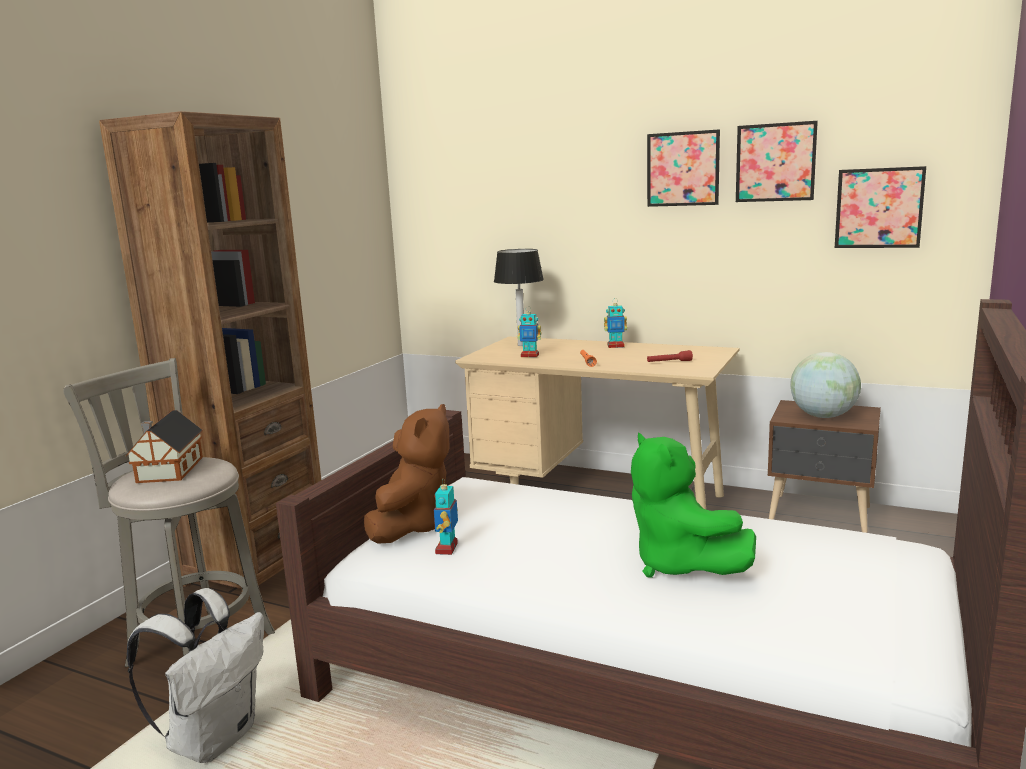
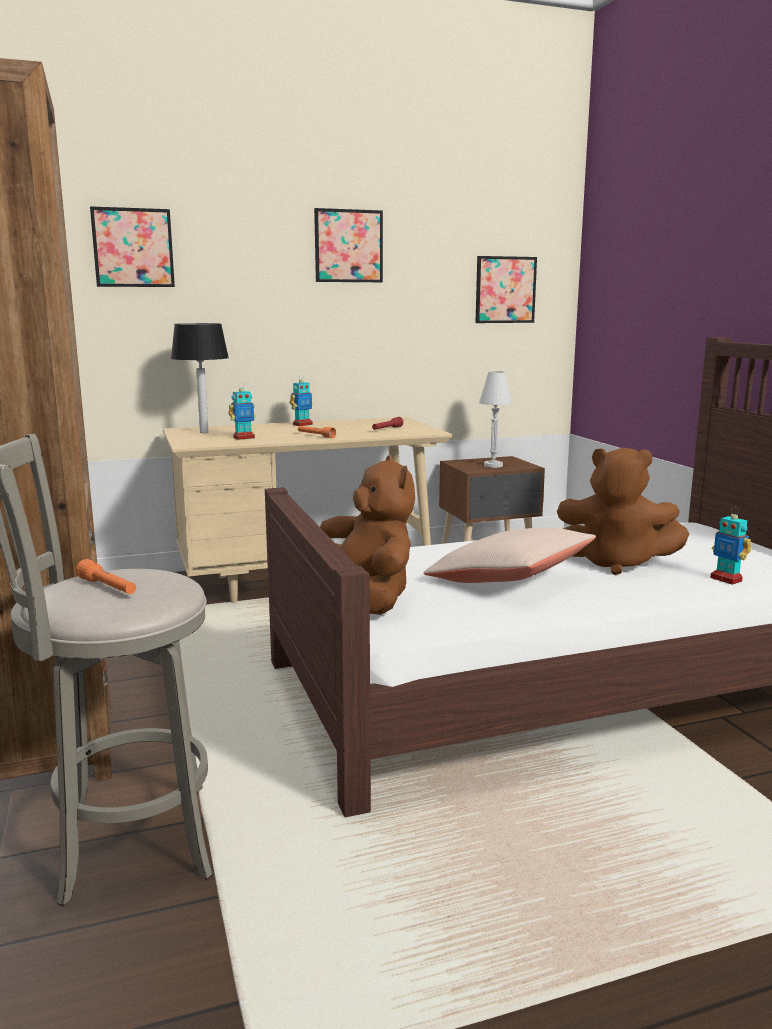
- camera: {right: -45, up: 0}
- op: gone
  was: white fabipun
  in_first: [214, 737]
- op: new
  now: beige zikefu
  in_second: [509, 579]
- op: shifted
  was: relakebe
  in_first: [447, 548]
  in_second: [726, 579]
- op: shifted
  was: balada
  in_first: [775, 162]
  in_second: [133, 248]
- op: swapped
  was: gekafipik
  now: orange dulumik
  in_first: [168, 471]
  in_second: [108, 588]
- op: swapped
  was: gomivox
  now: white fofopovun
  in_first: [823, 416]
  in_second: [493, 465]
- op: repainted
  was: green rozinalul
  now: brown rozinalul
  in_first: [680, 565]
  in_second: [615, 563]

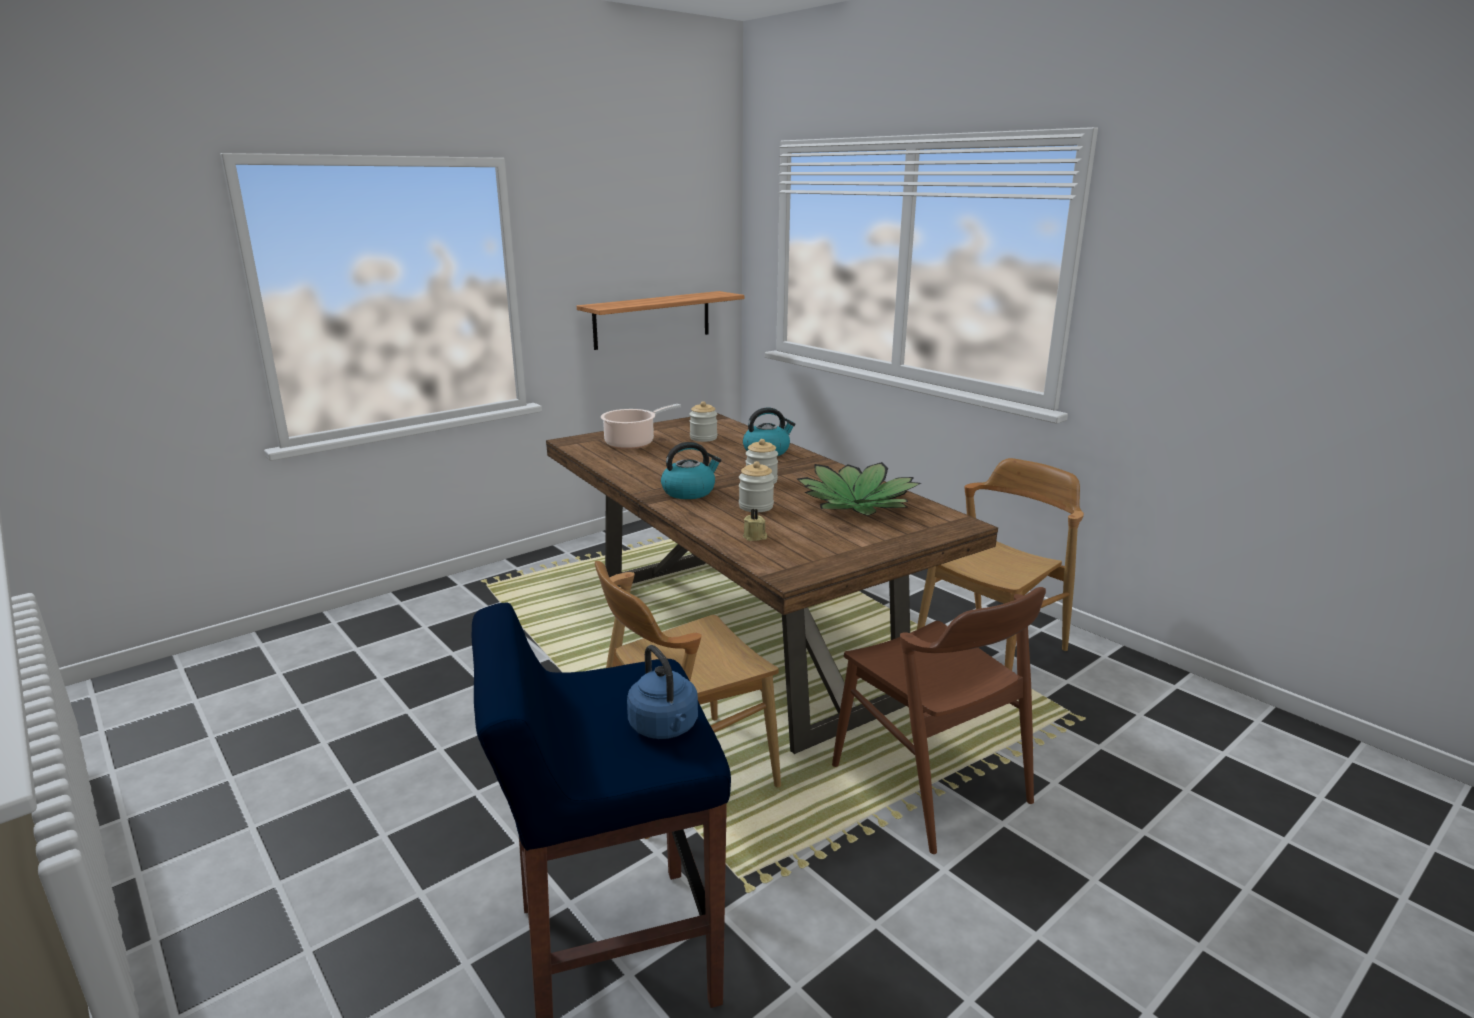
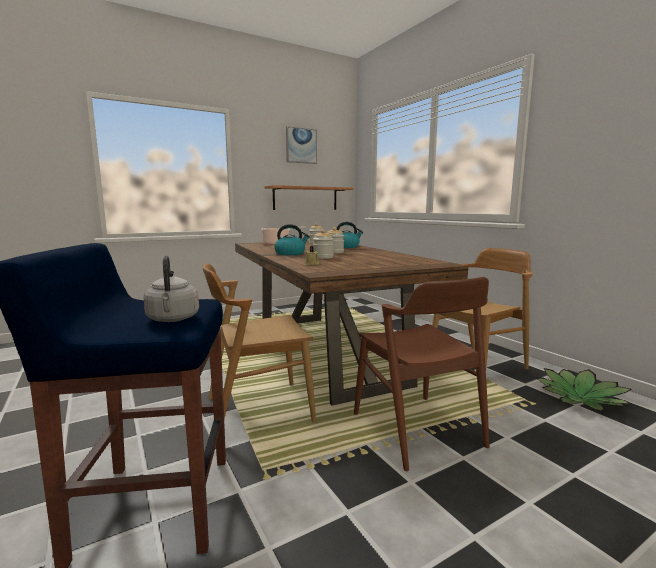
- camera: {right: 10, up: -10}
- op: new
  now: balada
  in_second: [301, 145]
- op: shifted
  was: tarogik
  in_first: [857, 503]
  in_second: [580, 398]
- op: repainted
  was: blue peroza
  now: grey peroza
  in_first: [665, 728]
  in_second: [173, 319]

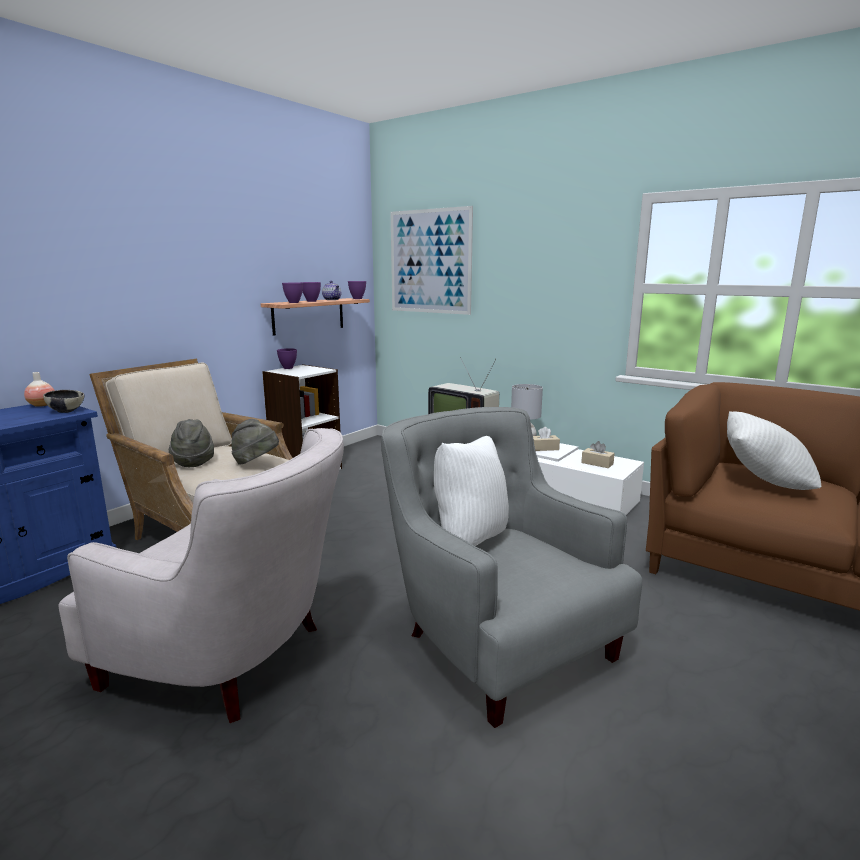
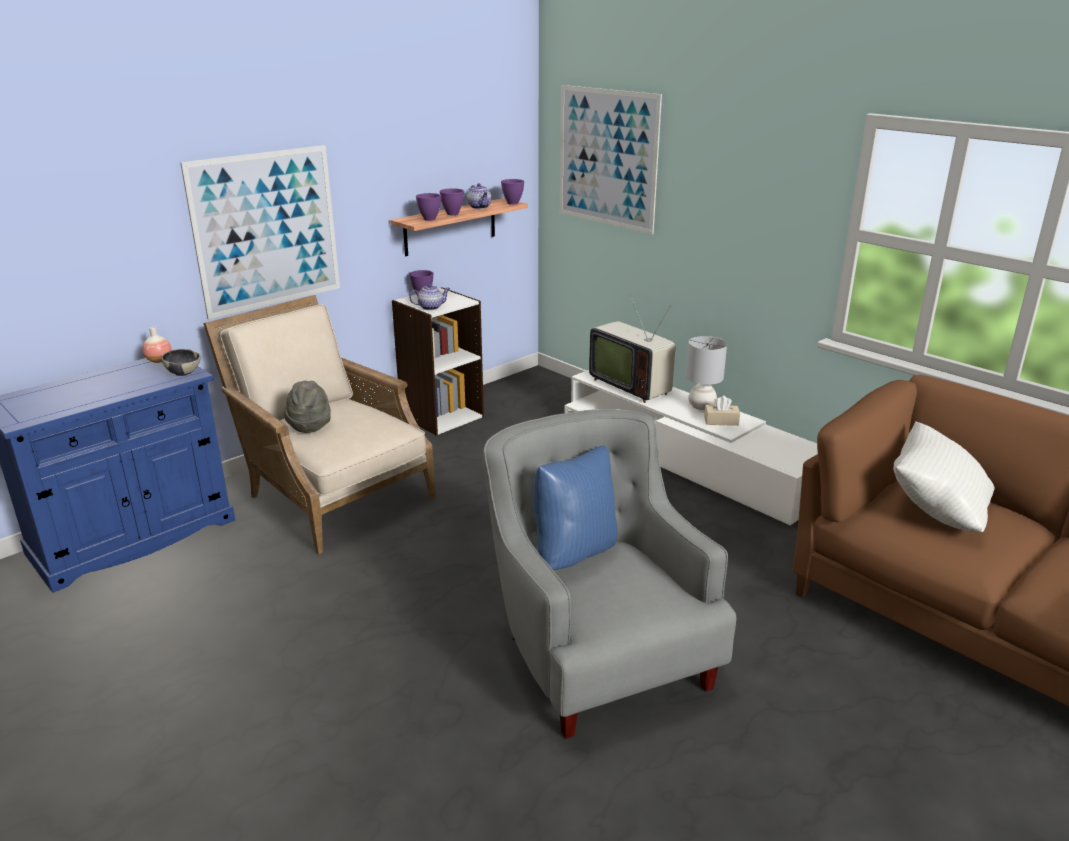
- camera: {right: 10, up: 10}
- op: gone
  was: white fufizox
  in_first: [231, 657]
- op: gone
  was: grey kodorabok
  in_first: [256, 462]
- op: gone
  was: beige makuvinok
  in_first: [597, 463]
- op: new
  now: balada
  in_second: [266, 230]
- op: new
  now: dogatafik
  in_second: [431, 307]
- op: repainted
  was: white zikefu
  now: blue zikefu
  in_first: [469, 539]
  in_second: [573, 553]

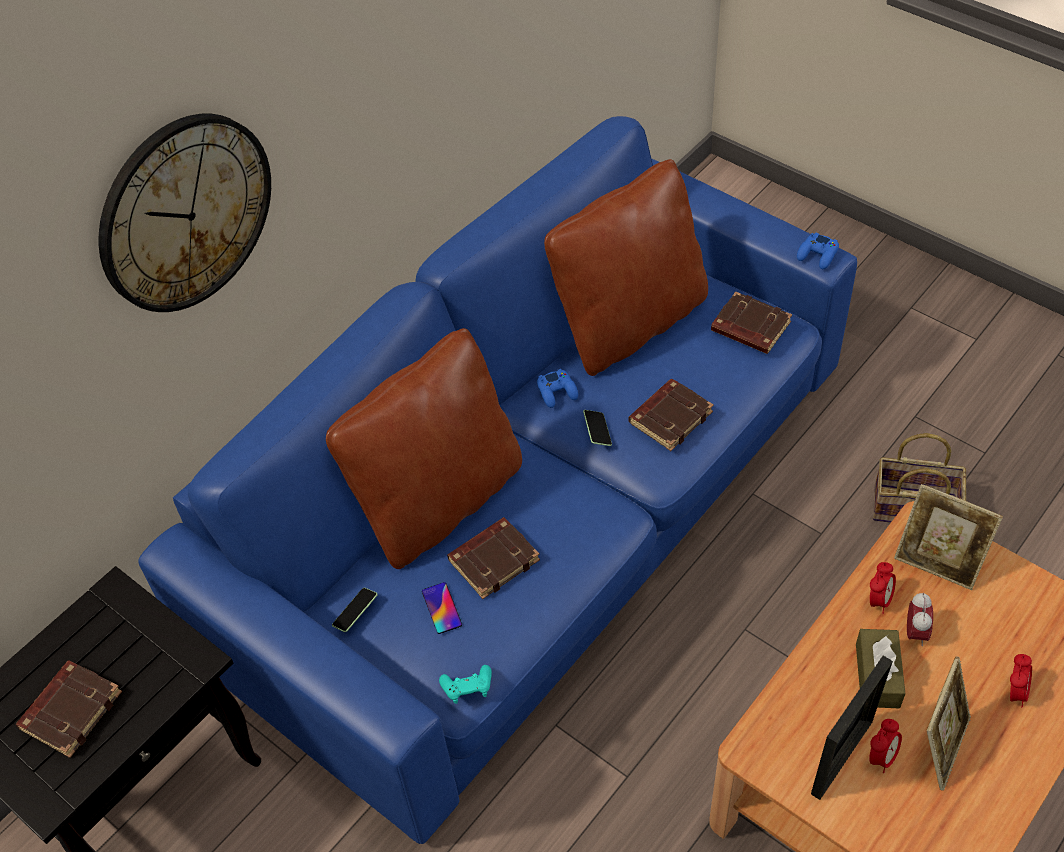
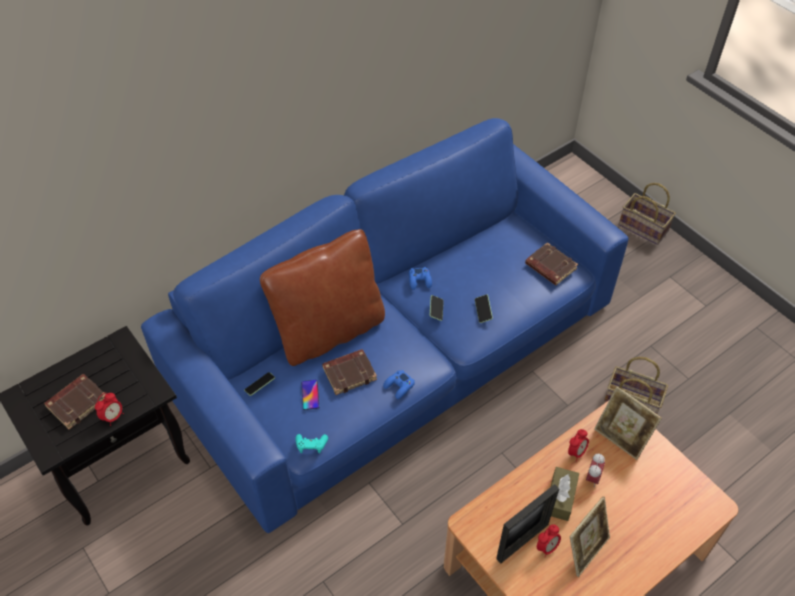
- camera: {right: 10, up: 0}
- op: gone
  was: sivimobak
  in_first: [185, 213]
- op: gone
  was: brown zikefu
  in_first: [629, 323]
- op: new
  now: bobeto
  in_second: [644, 228]
- op: shifted
  was: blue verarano
  in_first: [817, 255]
  in_second: [399, 386]
- op: shifted
  was: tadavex
  in_first: [1014, 692]
  in_second: [113, 417]
- op: swapped
  was: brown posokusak
  now: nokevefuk
  in_first: [670, 417]
  in_second: [483, 311]

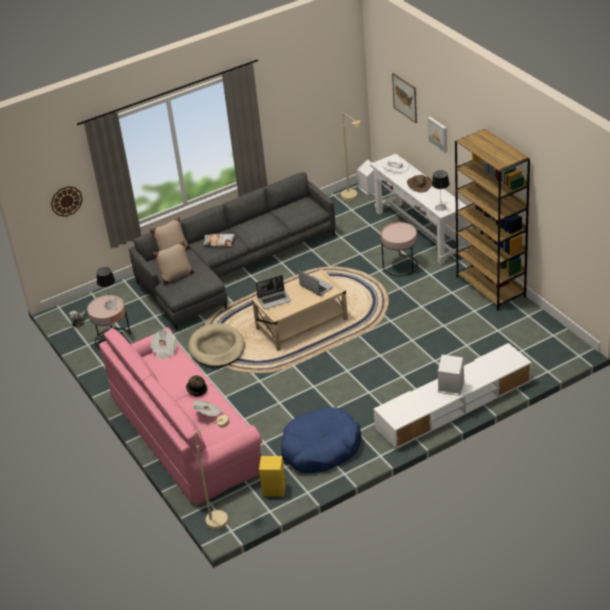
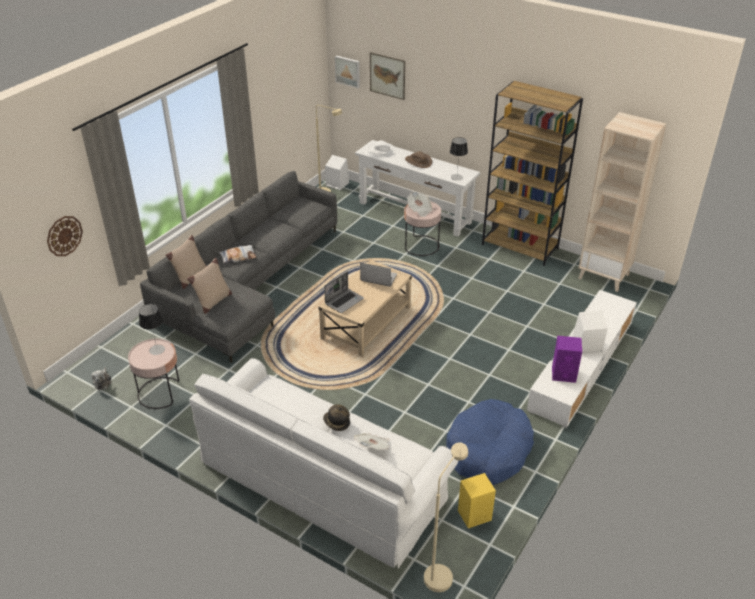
- camera: {right: -30, up: 0}
- op: gone
  was: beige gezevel
  in_first: [217, 348]
- op: new
  now: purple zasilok
  in_second: [564, 374]
- op: new
  now: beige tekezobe
  in_second: [604, 276]
- op: shifted
  was: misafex
  in_first: [164, 350]
  in_second: [419, 210]
- op: shifted
  was: balada
  in_first: [438, 134]
  in_second: [348, 71]
- op: repainted
  was: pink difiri
  now: white difiri
  in_first: [185, 432]
  in_second: [322, 478]

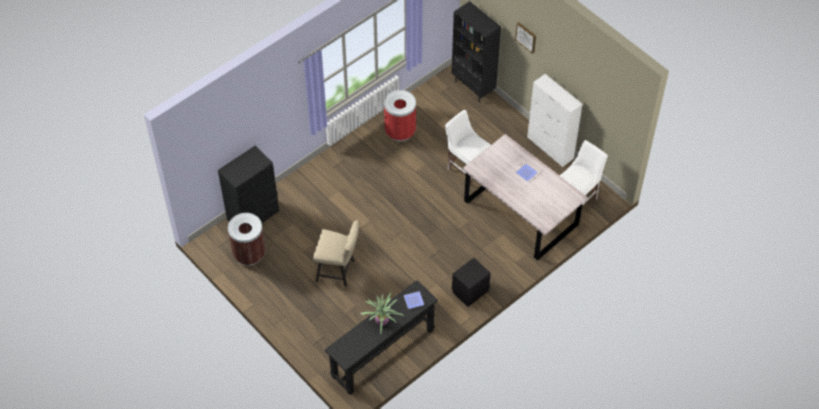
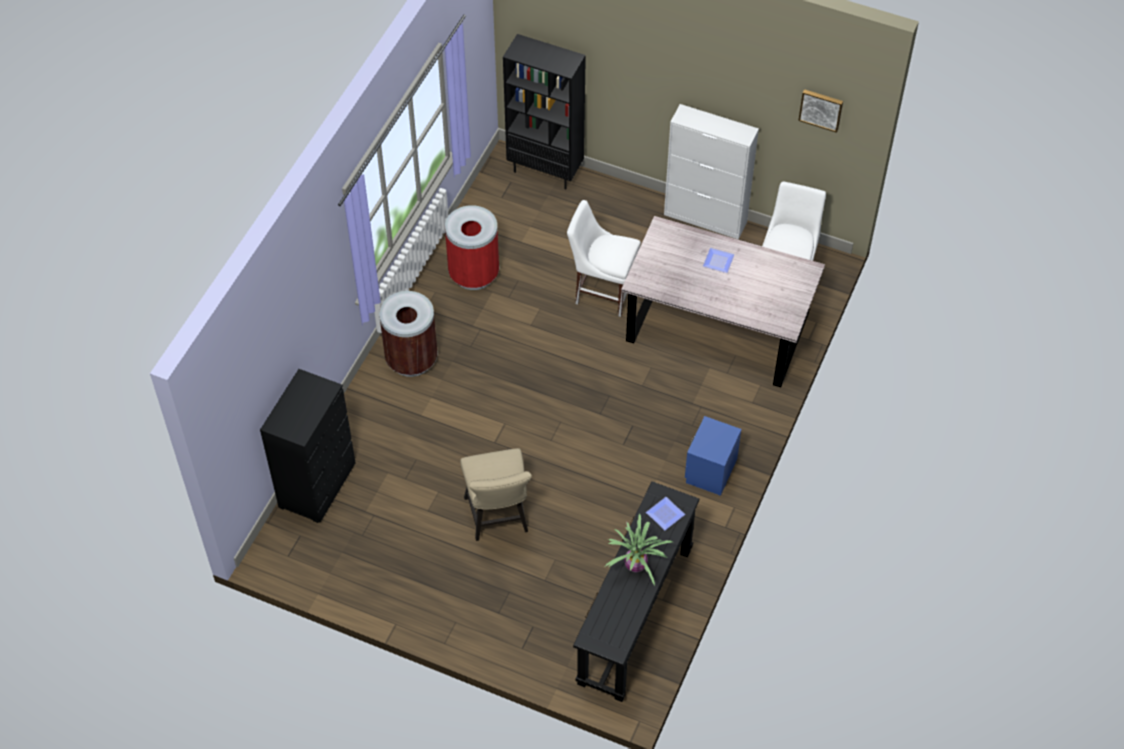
- camera: {right: -25, up: 0}
- op: shifted
  was: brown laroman
  in_first: [249, 254]
  in_second: [411, 359]
- op: shifted
  was: balada
  in_first: [526, 37]
  in_second: [821, 109]
- op: repainted
  was: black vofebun
  now: blue vofebun
  in_first: [469, 290]
  in_second: [709, 470]
- op: rotated
  was: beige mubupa
  in_first: [338, 271]
  in_second: [498, 519]
  clockwise: 90

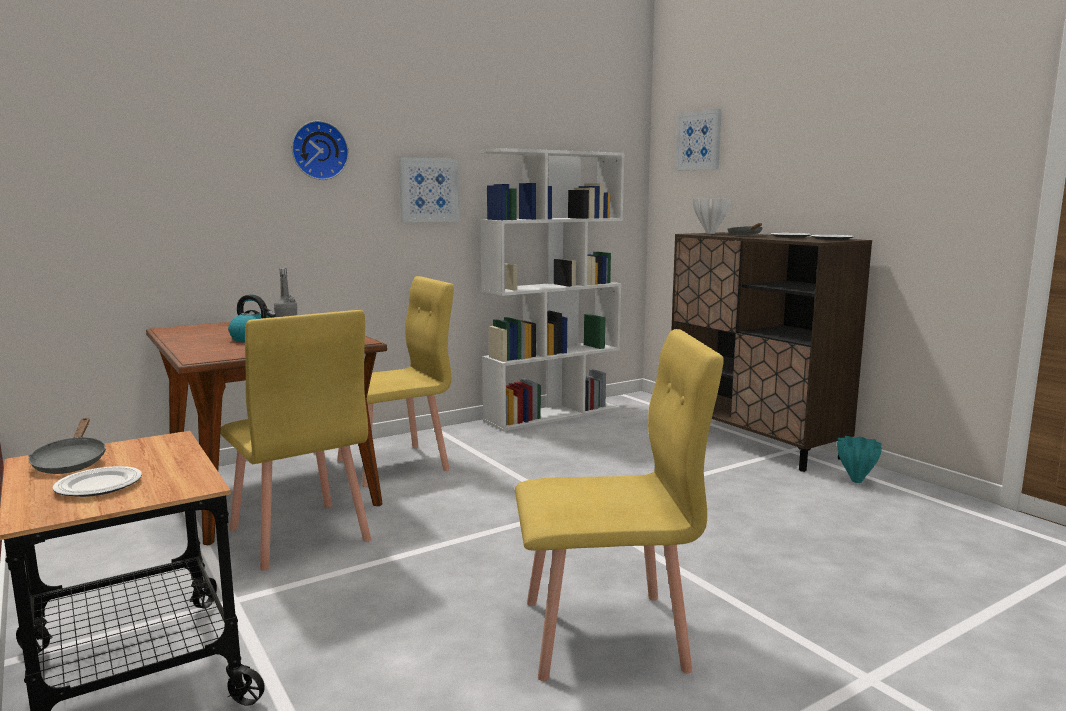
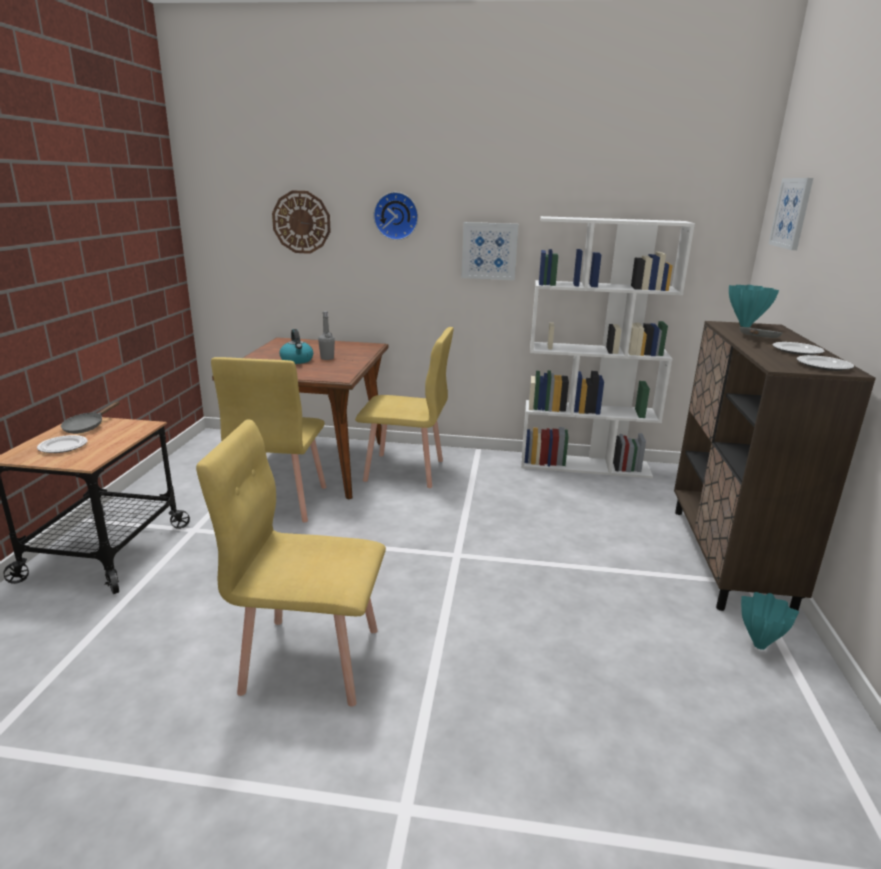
- camera: {right: 40, up: 10}
- op: new
  now: sivimobak
  in_second: [301, 222]
- op: repainted
  was: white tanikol
  now: turquoise tanikol
  in_first: [709, 233]
  in_second: [744, 326]
- op: rotated
  was: yellow mubupa
  in_first: [605, 635]
  in_second: [310, 658]
  clockwise: 150

